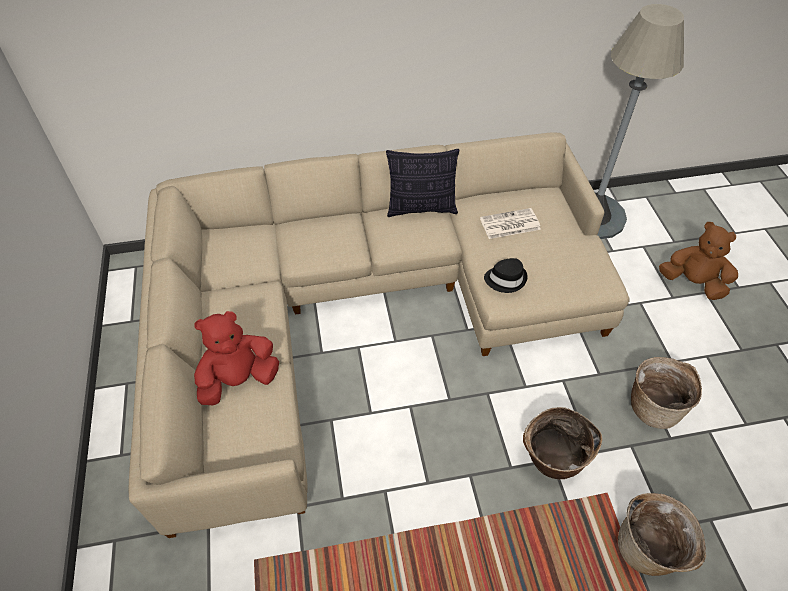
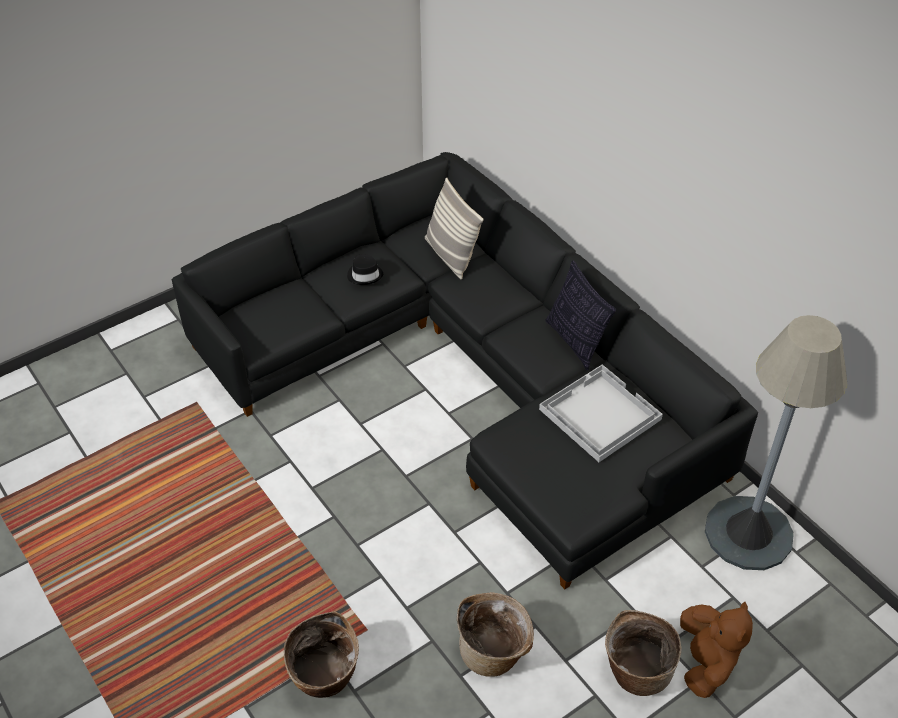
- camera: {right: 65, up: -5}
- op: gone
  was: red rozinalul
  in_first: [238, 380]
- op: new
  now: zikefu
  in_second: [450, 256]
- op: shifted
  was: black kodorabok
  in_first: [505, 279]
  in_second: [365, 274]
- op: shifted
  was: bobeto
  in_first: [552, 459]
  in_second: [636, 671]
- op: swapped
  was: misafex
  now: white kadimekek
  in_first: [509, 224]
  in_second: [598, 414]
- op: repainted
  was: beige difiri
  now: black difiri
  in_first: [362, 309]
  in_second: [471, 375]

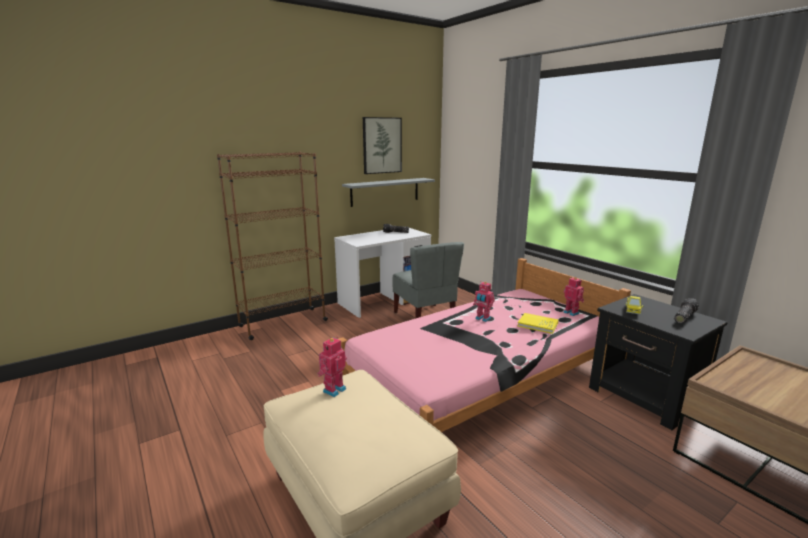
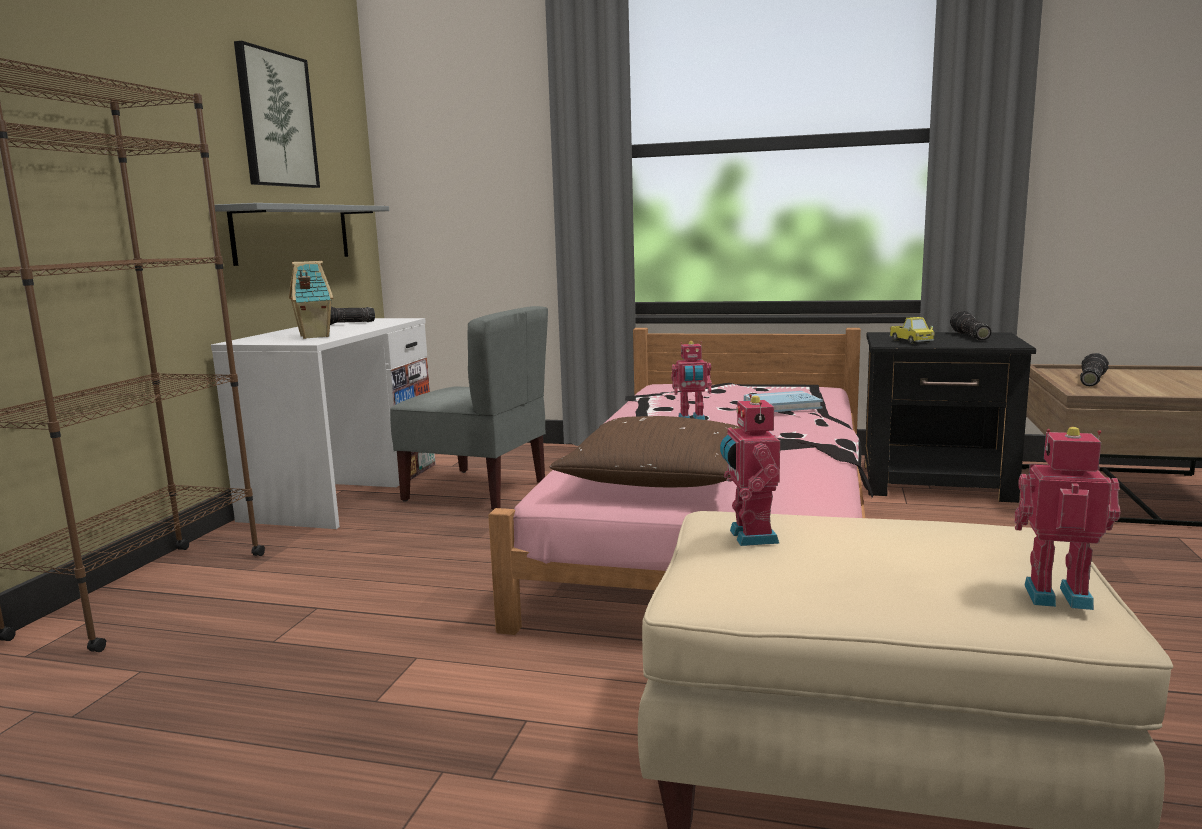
- camera: {right: -40, up: -5}
- op: new
  now: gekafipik
  in_second: [313, 336]
- op: new
  now: brown zikefu
  in_second: [659, 477]
- op: new
  now: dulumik
  in_second: [1090, 381]
- op: shifted
  was: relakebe
  in_first: [571, 312]
  in_second: [1056, 595]
- op: repainted
  was: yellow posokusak
  now: blue posokusak
  in_first: [537, 325]
  in_second: [782, 405]

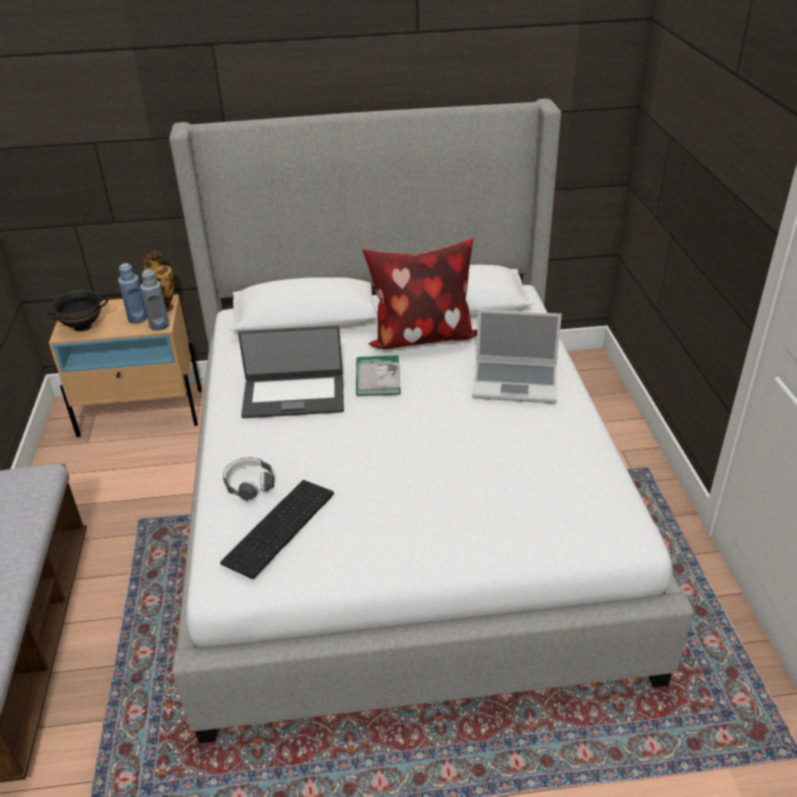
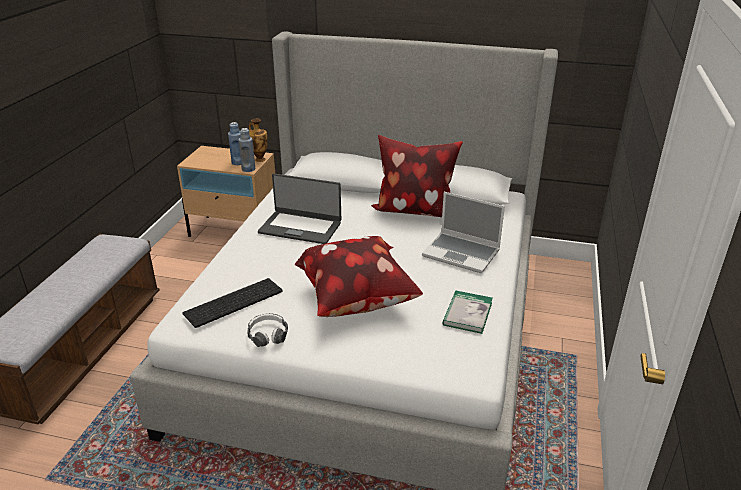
- camera: {right: 20, up: -5}
- op: gone
  was: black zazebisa
  in_first: [83, 326]
- op: new
  now: zikefu
  in_second: [357, 302]
- op: shifted
  was: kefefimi
  in_first: [249, 484]
  in_second: [268, 335]
- op: shifted
  was: posokusak
  in_first: [378, 378]
  in_second: [467, 314]

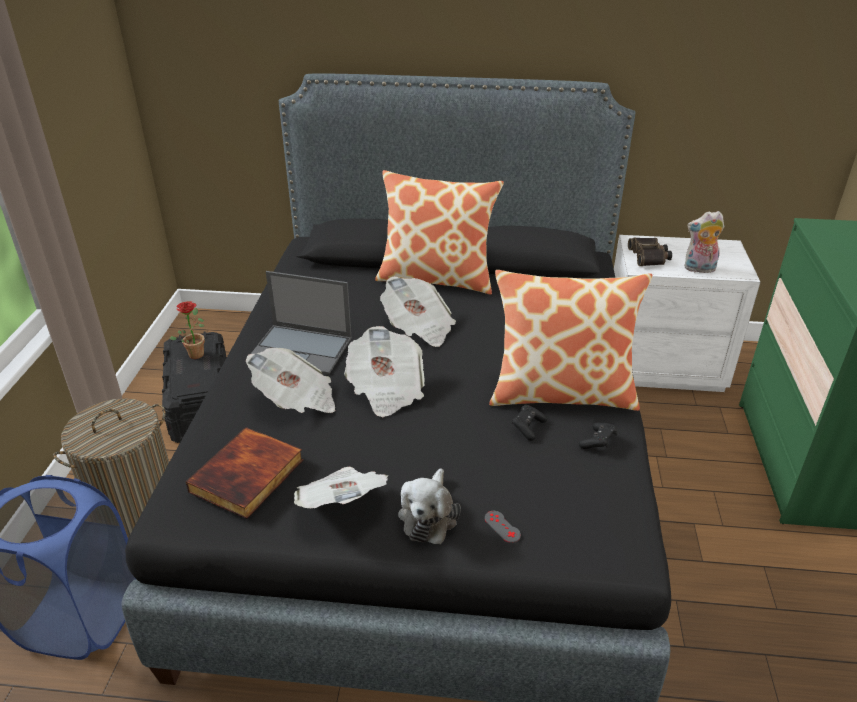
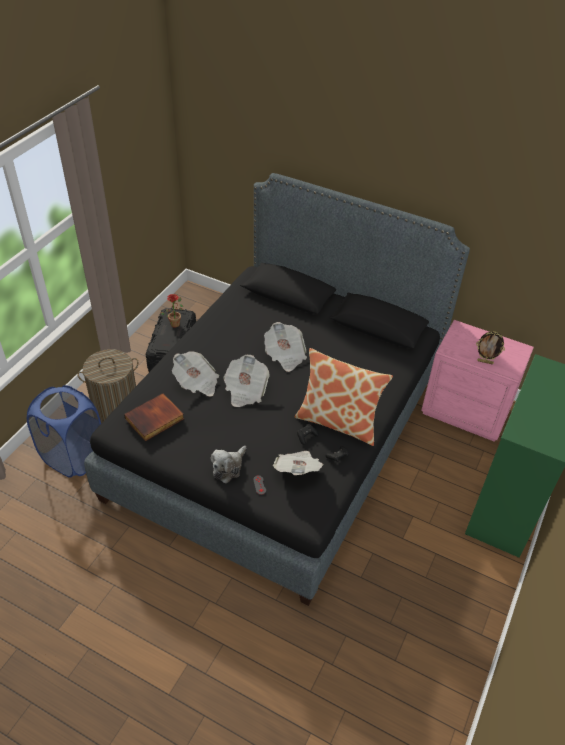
- camera: {right: 20, up: 10}
- op: gone
  was: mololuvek
  in_first: [302, 349]
- op: gone
  was: zikefu
  in_first: [437, 278]
- op: gone
  was: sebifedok
  in_first: [649, 257]
- op: shifted
  was: misafex
  in_first: [342, 504]
  in_second: [297, 470]
- op: swapped
  was: rozinalul
  now: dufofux
  in_first: [699, 269]
  in_second: [485, 362]
- op: repainted
  was: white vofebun
  now: pink vofebun
  in_first: [662, 365]
  in_second: [466, 410]

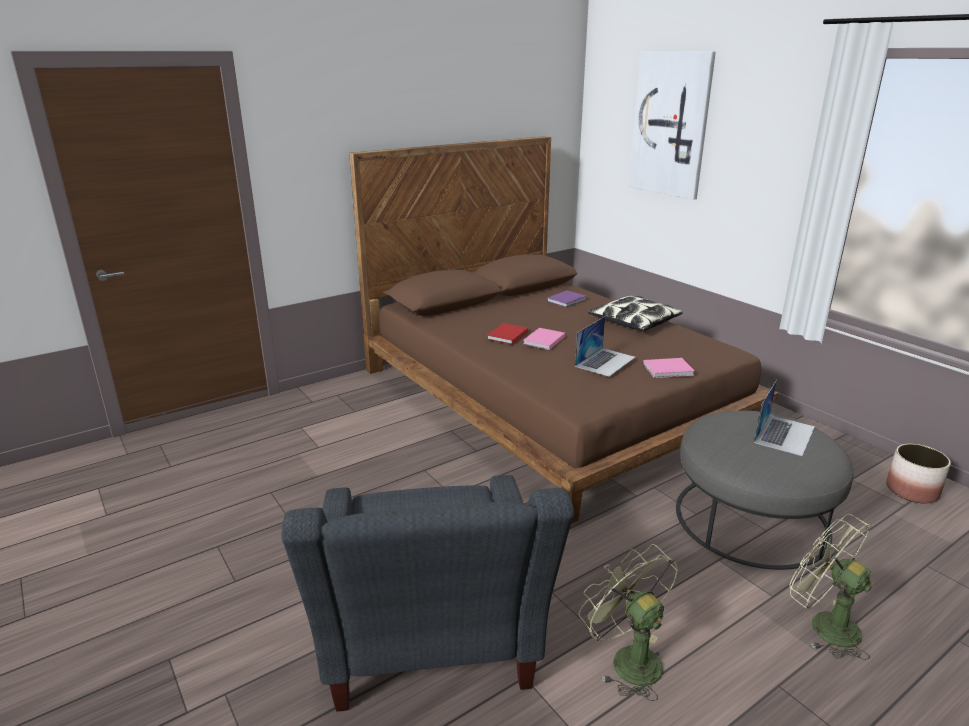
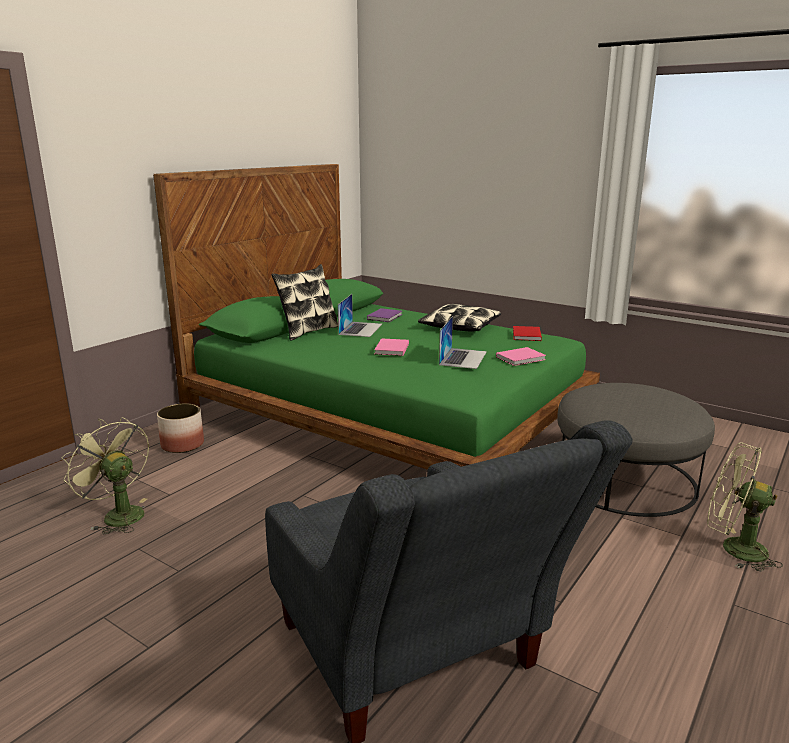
- camera: {right: -20, up: -5}
- op: gone
  was: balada
  in_first: [671, 124]
- op: new
  now: zikefu
  in_second: [308, 331]
- op: shifted
  was: red posokusak
  in_first: [506, 336]
  in_second: [526, 335]
- op: shifted
  was: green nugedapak
  in_first: [627, 659]
  in_second: [117, 515]
- op: shifted
  was: mololuvek
  in_first: [784, 434]
  in_second: [360, 329]
- op: shifted
  was: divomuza
  in_first: [911, 491]
  in_second: [182, 445]
- op: repainted
  was: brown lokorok
  now: green lokorok
  in_first: [550, 399]
  in_second: [389, 413]

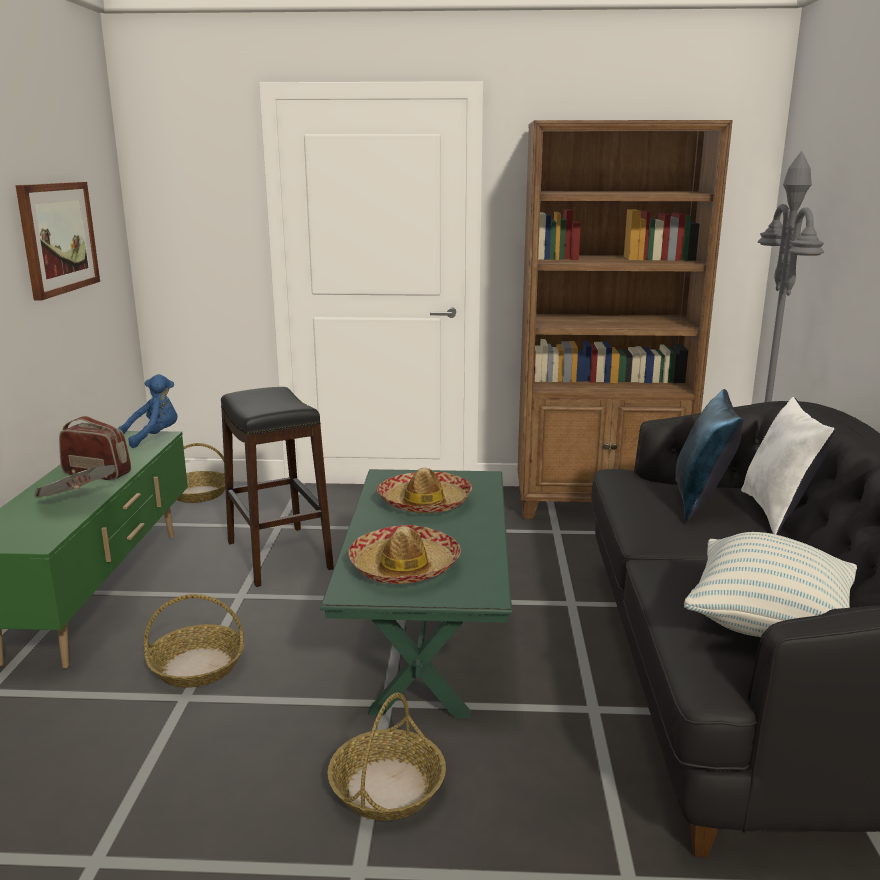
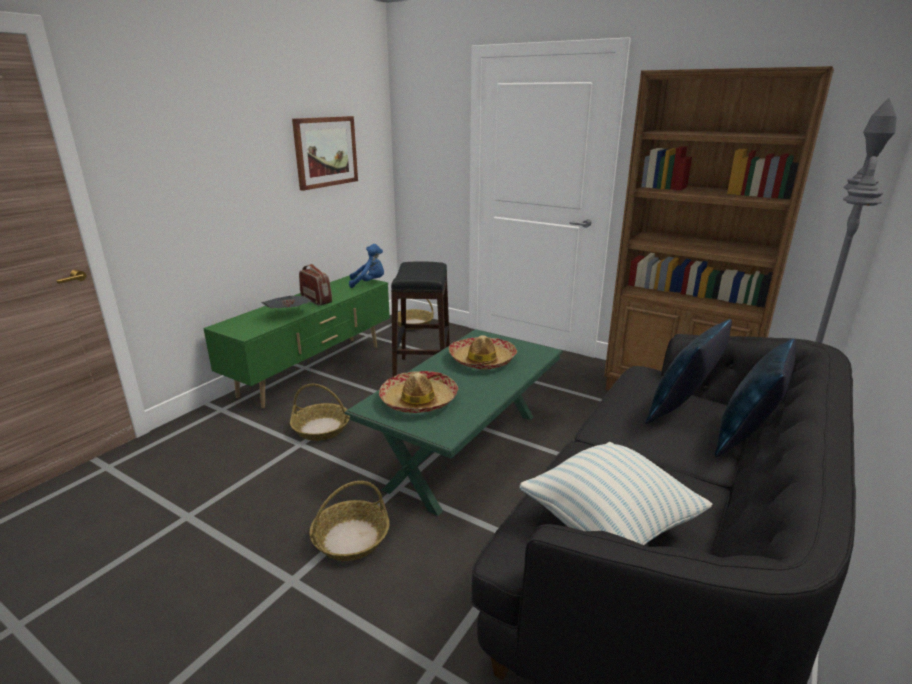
- camera: {right: 30, up: 5}
- op: repainted
  was: white zikefu
  now: blue zikefu
  in_first: [777, 513]
  in_second: [745, 439]

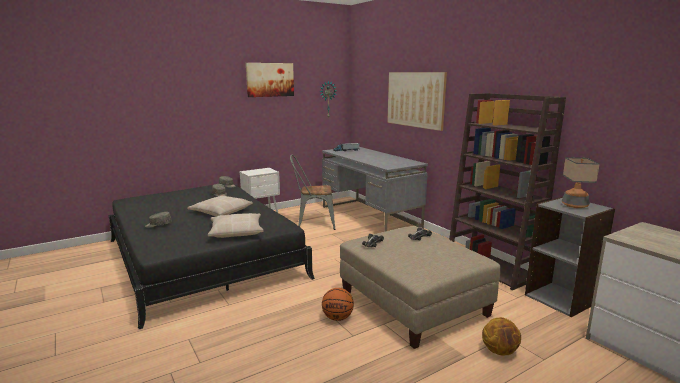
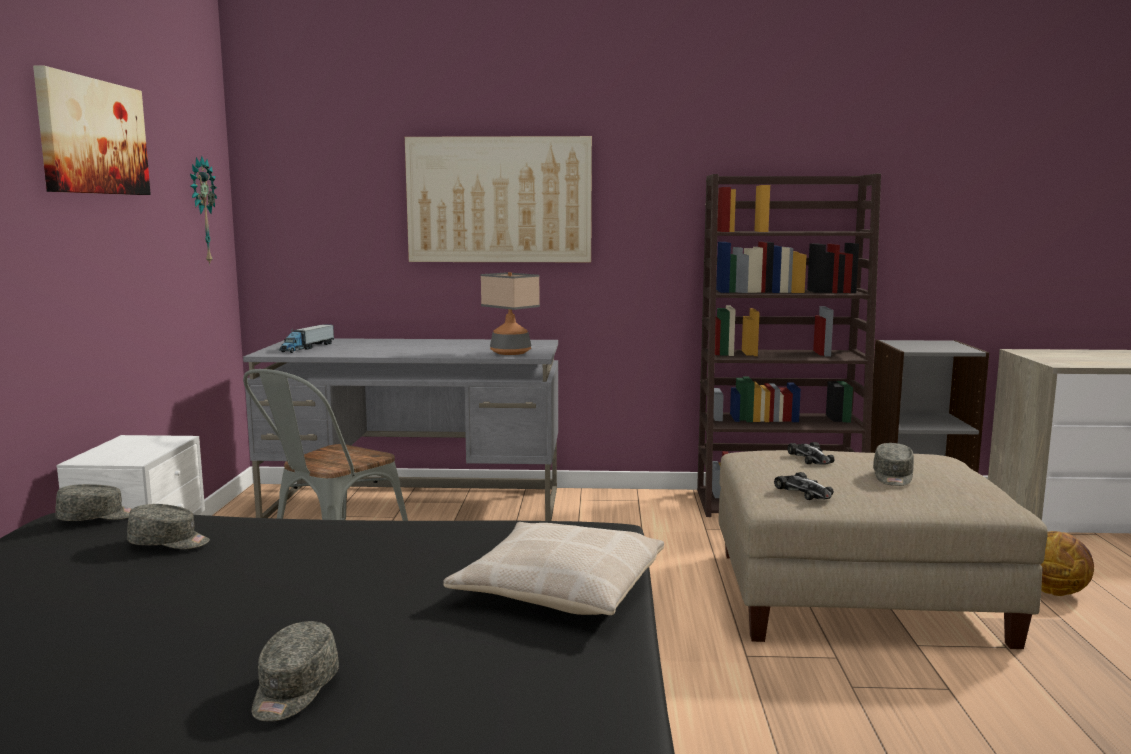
- camera: {right: -55, up: -5}
- op: gone
  was: beige zikefu
  in_first: [221, 212]
- op: gone
  was: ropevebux
  in_first: [337, 318]
- op: new
  now: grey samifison
  in_second: [893, 477]
- op: shifted
  was: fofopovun
  in_first: [574, 205]
  in_second: [510, 352]

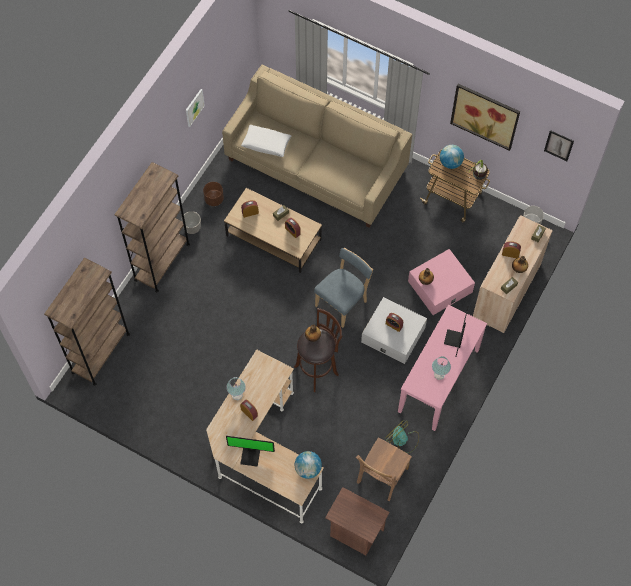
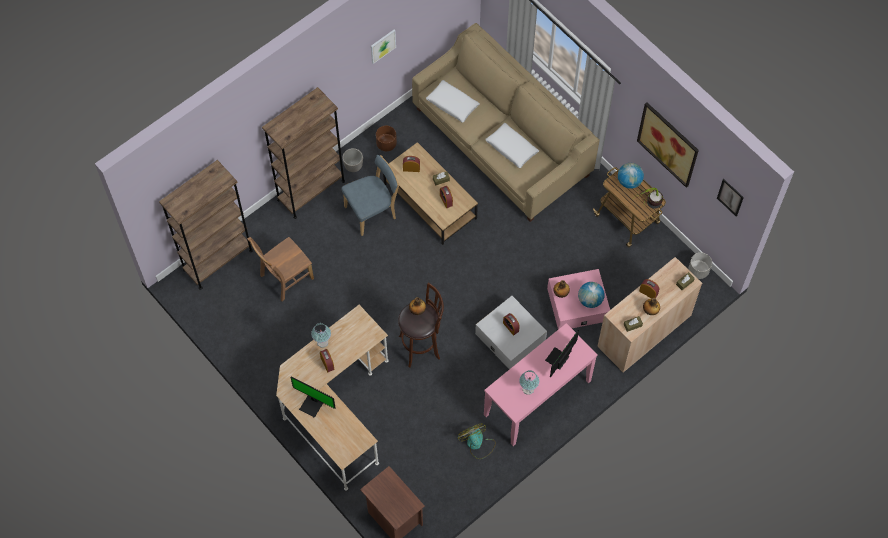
- camera: {right: 20, up: 0}
- op: new
  now: white zikefu
  in_second: [511, 148]
- op: shifted
  was: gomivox
  in_first: [308, 469]
  in_second: [590, 300]
- op: shifted
  was: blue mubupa
  in_first: [343, 302]
  in_second: [372, 212]
- op: shifted
  was: brown mubupa
  in_first: [381, 477]
  in_second: [285, 278]

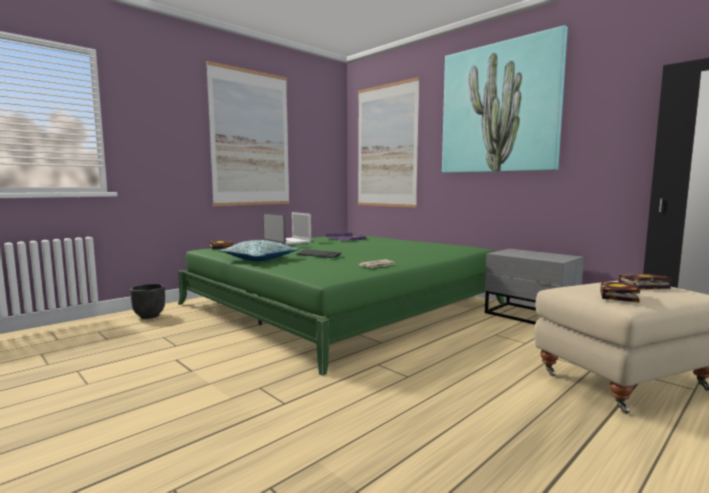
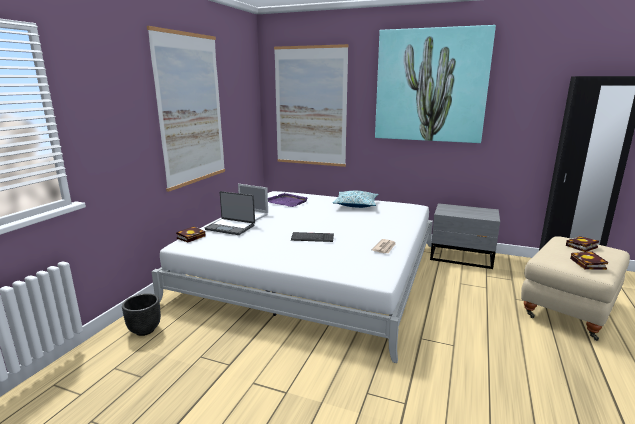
- camera: {right: -25, up: 10}
- op: shifted
  was: zikefu
  in_first: [260, 259]
  in_second: [356, 205]
- op: repainted
  was: green lokorok
  now: white lokorok
  in_first: [341, 304]
  in_second: [313, 271]

